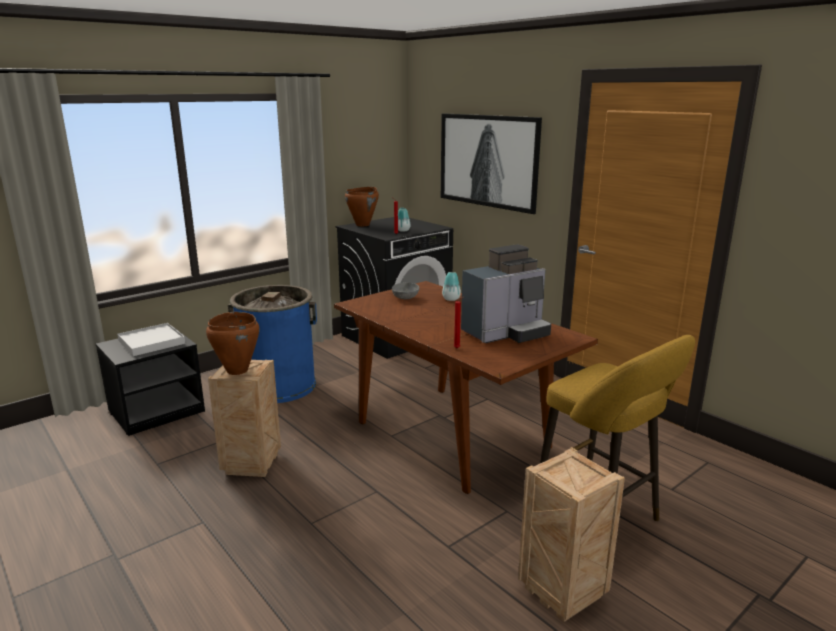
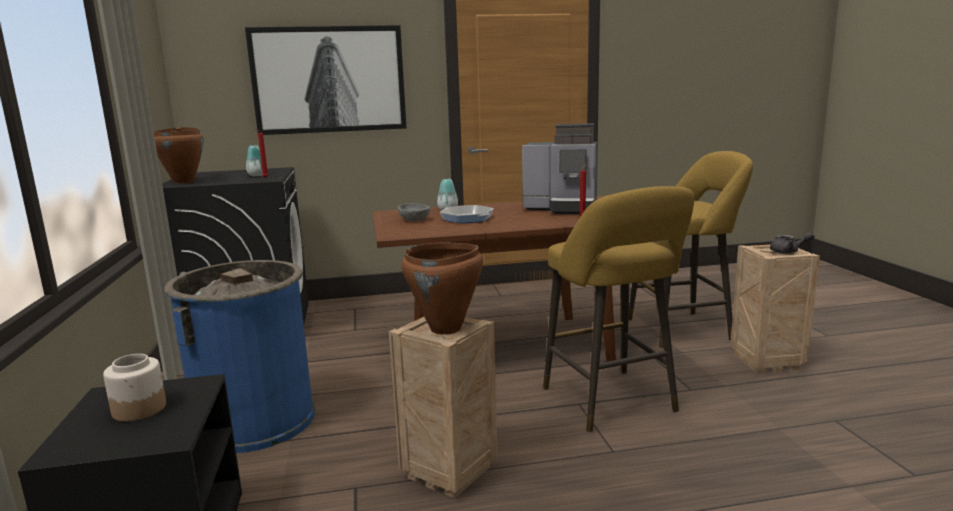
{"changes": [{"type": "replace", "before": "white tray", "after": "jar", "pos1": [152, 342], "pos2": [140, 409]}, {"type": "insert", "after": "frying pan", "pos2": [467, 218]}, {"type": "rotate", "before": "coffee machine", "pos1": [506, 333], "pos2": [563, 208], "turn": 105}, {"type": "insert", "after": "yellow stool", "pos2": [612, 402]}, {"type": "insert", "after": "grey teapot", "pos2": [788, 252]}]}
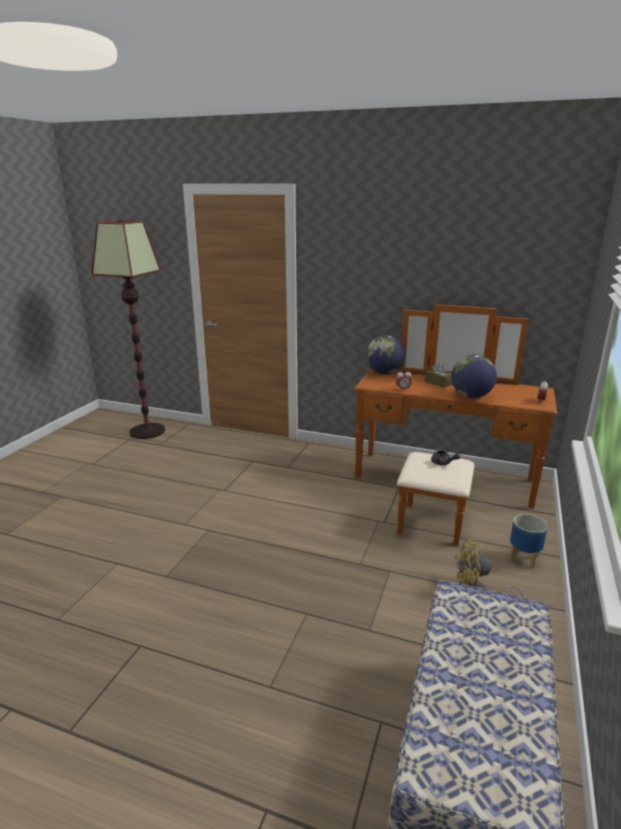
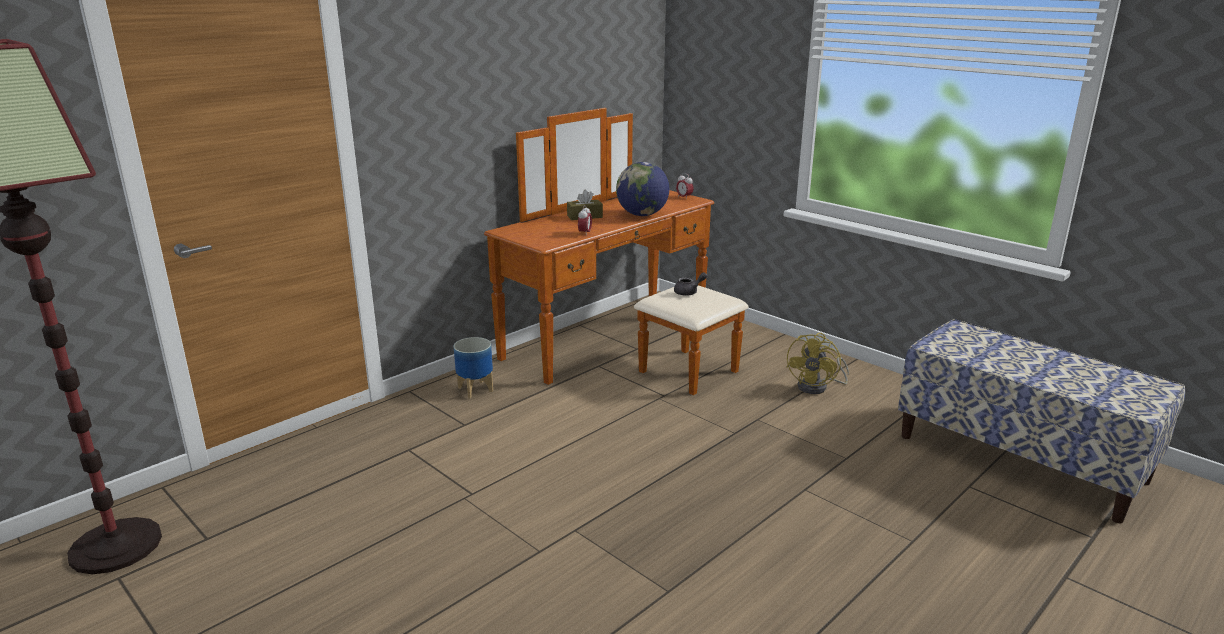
{"changes": [{"type": "move", "before": "planter", "pos1": [524, 558], "pos2": [476, 389]}, {"type": "delete", "before": "globe", "pos1": [384, 373]}]}
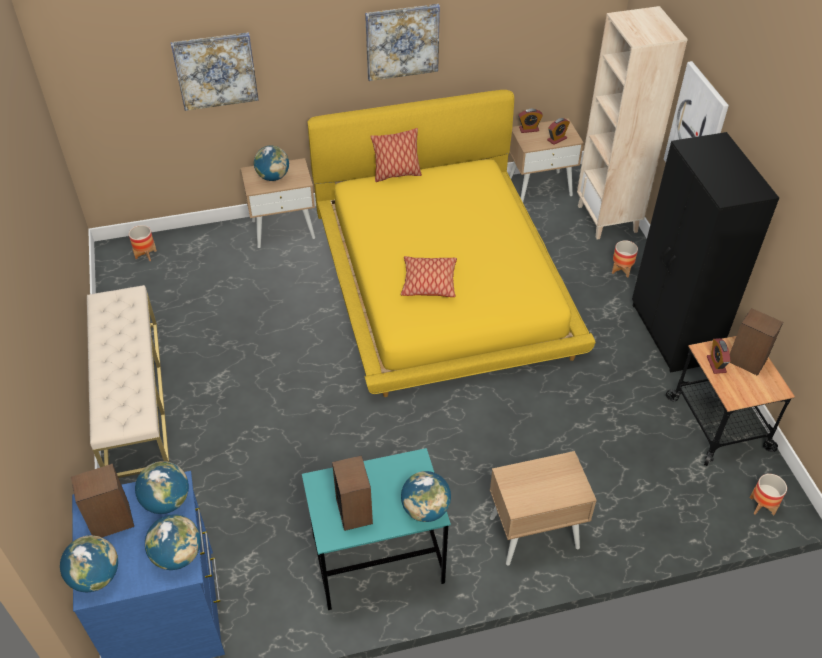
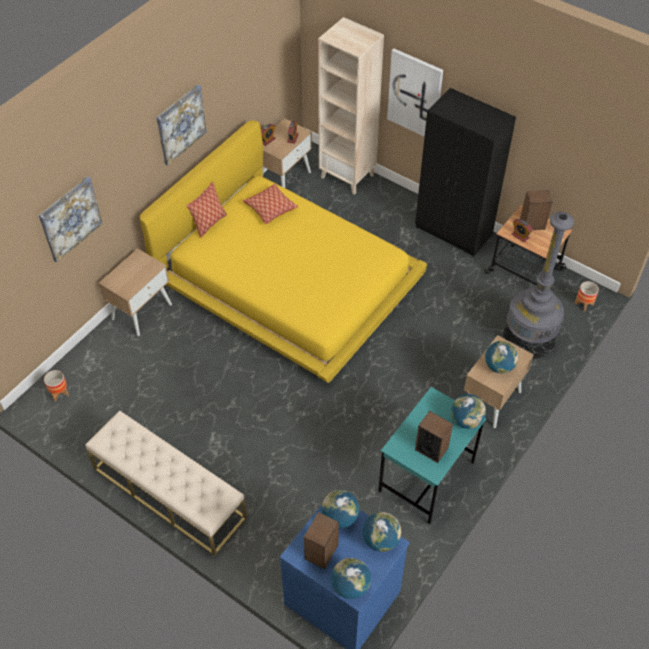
{"changes": [{"type": "move", "before": "pillow", "pos1": [429, 282], "pos2": [270, 208]}, {"type": "move", "before": "globe", "pos1": [273, 177], "pos2": [499, 366]}, {"type": "insert", "after": "grey floor lamp", "pos2": [529, 338]}, {"type": "delete", "before": "planter", "pos1": [621, 270]}]}
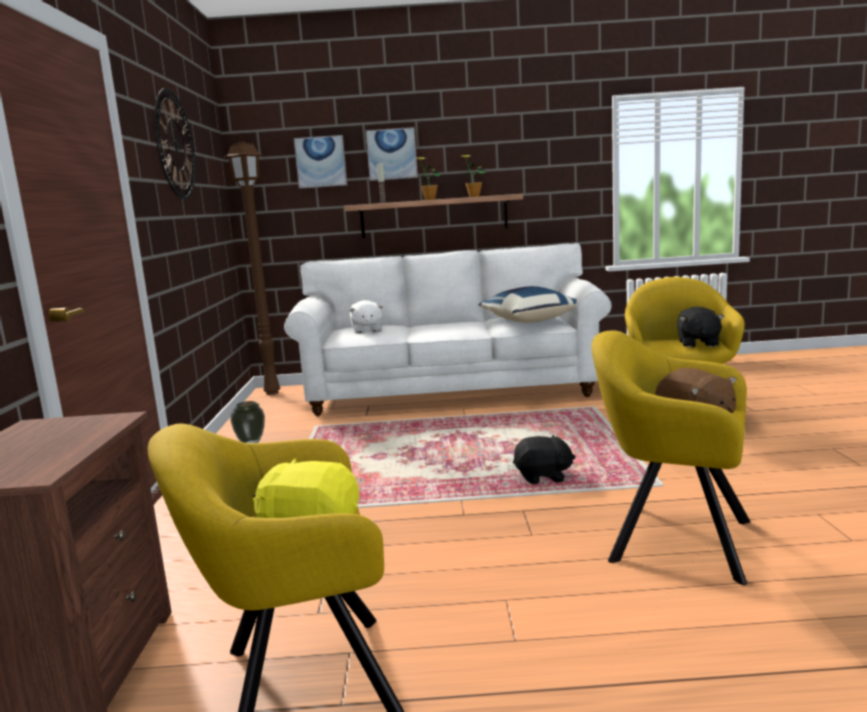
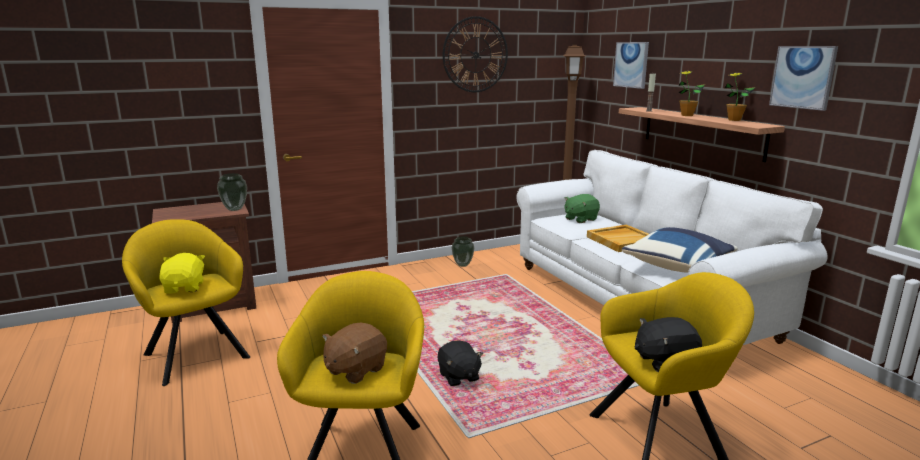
{"changes": [{"type": "insert", "after": "vase", "pos2": [235, 209]}, {"type": "recolor", "before": "white plush toy", "after": "green plush toy", "pos1": [366, 330], "pos2": [580, 219]}, {"type": "insert", "after": "beige tray", "pos2": [622, 240]}, {"type": "move", "before": "picture", "pos1": [392, 154], "pos2": [803, 77]}]}
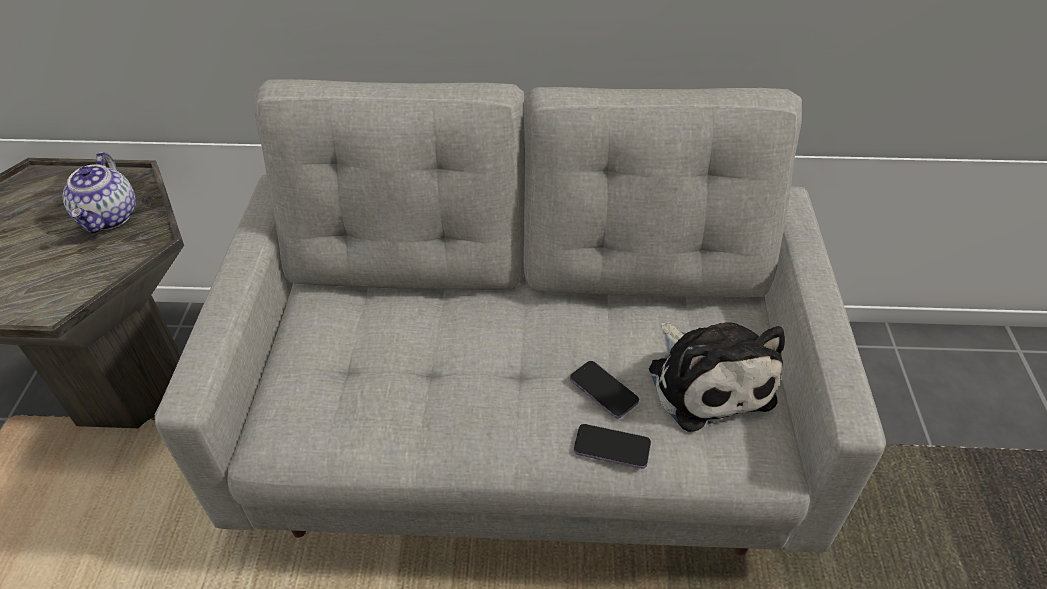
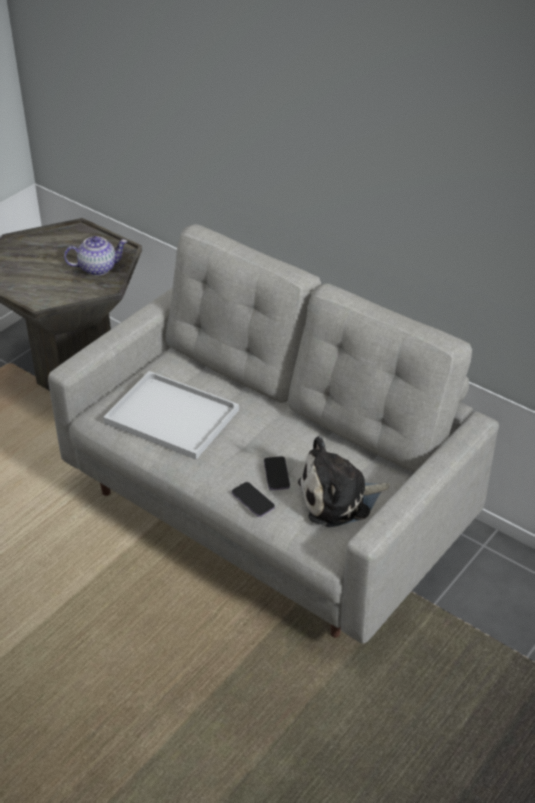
{"changes": [{"type": "rotate", "before": "teapot", "pos1": [110, 217], "pos2": [98, 268], "turn": -135}, {"type": "insert", "after": "white tray", "pos2": [174, 416]}, {"type": "rotate", "before": "plush toy", "pos1": [708, 380], "pos2": [339, 498], "turn": 60}]}
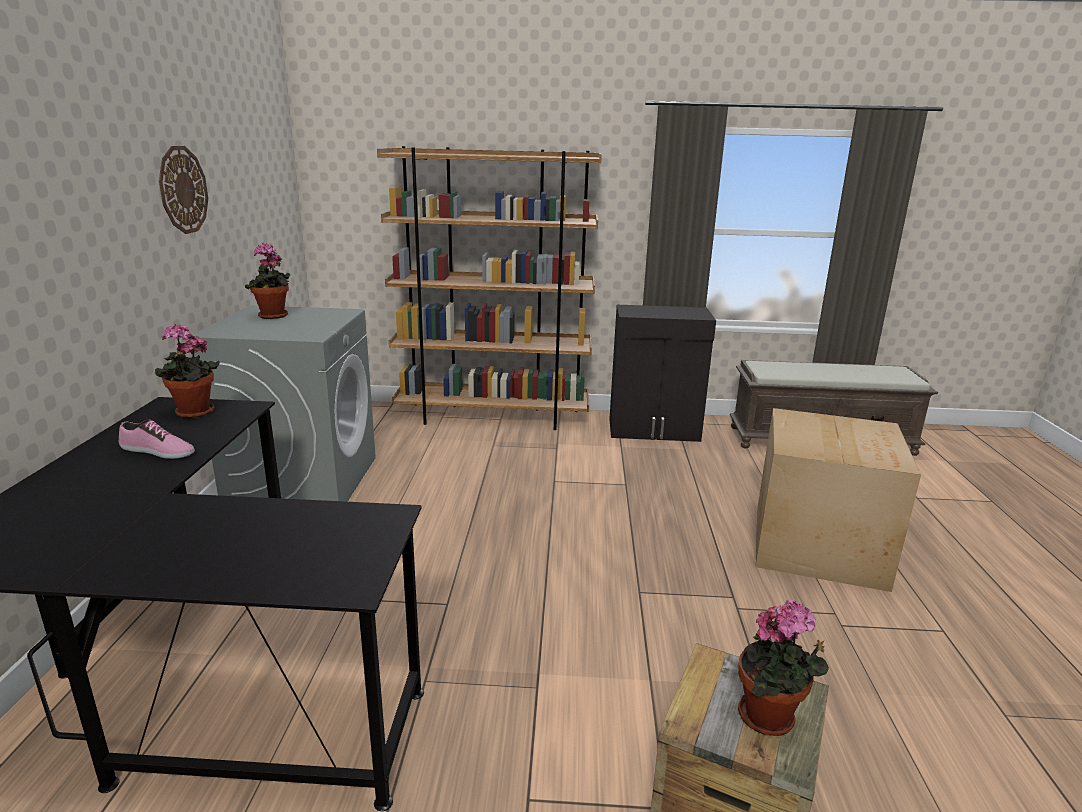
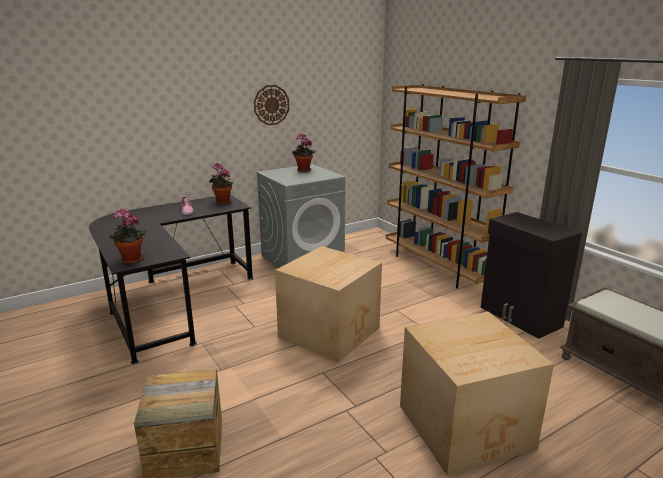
{"changes": [{"type": "move", "before": "potted plant", "pos1": [770, 720], "pos2": [131, 261]}, {"type": "insert", "after": "cardboard box", "pos2": [331, 332]}]}
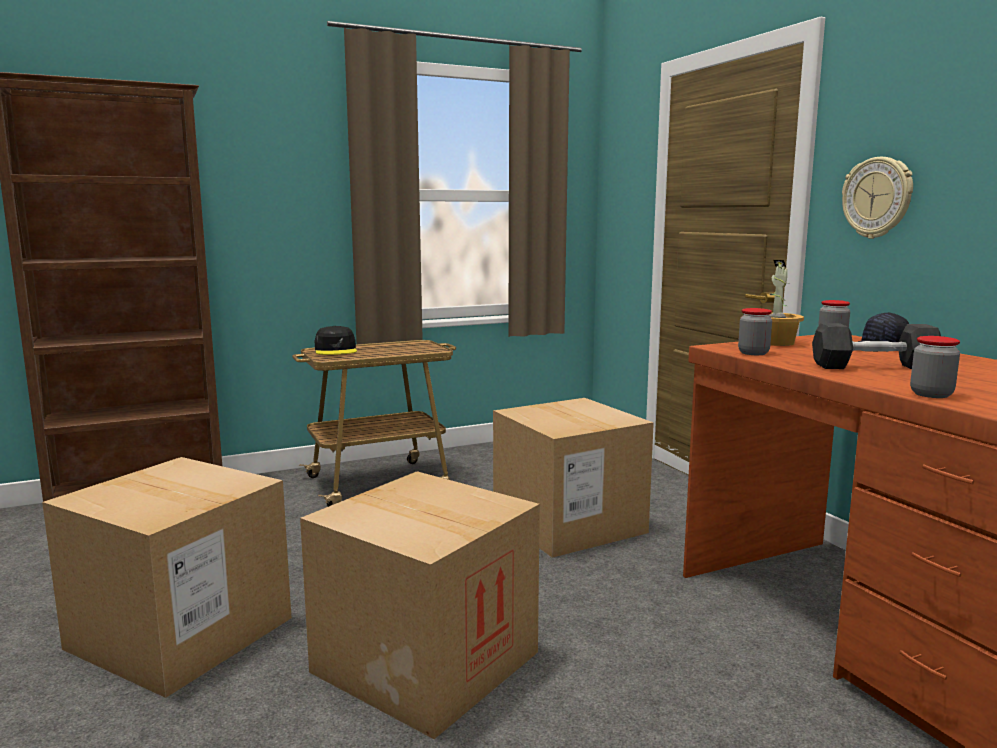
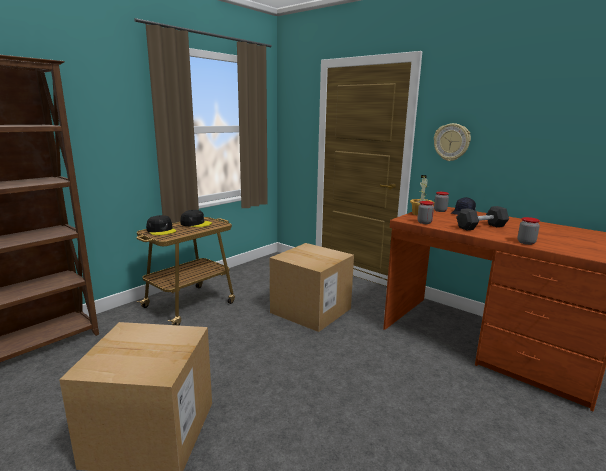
{"changes": [{"type": "insert", "after": "black cap", "pos2": [196, 223]}, {"type": "delete", "before": "cardboard box", "pos1": [426, 662]}]}
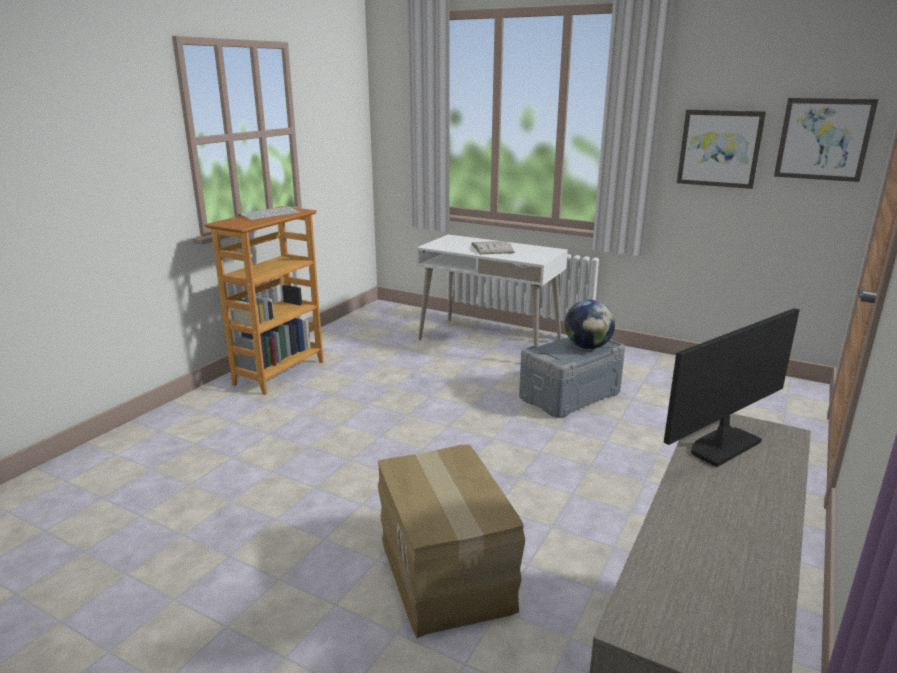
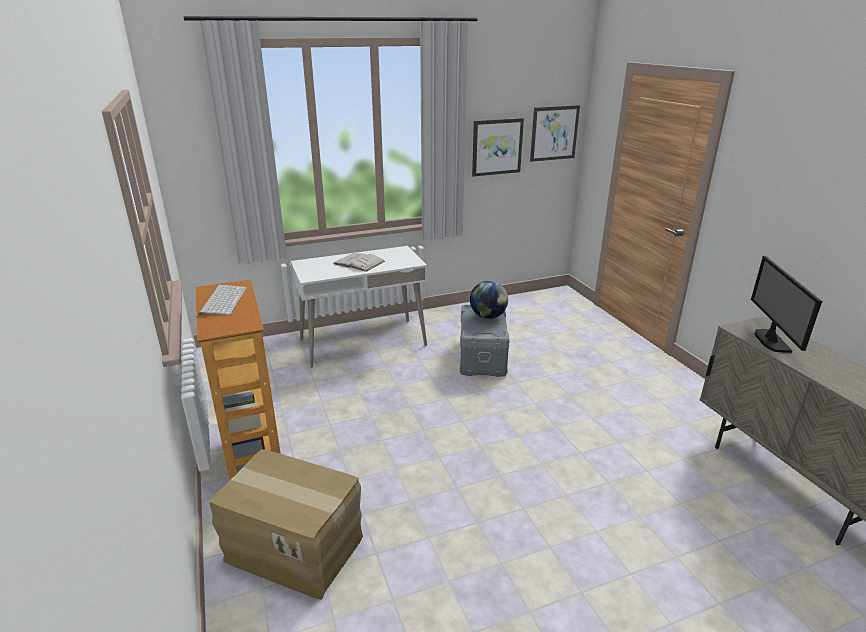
{"changes": [{"type": "move", "before": "cardboard box", "pos1": [447, 572], "pos2": [295, 547]}]}
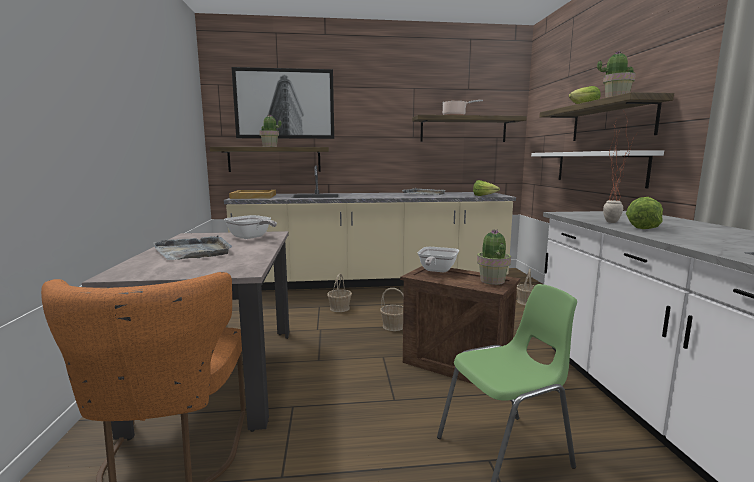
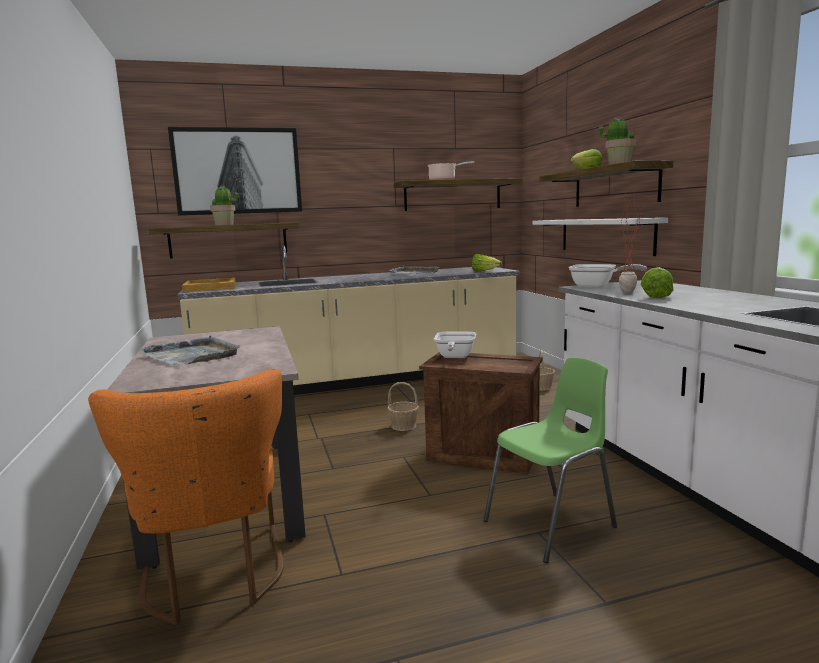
{"changes": [{"type": "move", "before": "frying pan", "pos1": [251, 237], "pos2": [597, 287]}, {"type": "delete", "before": "basket", "pos1": [340, 308]}, {"type": "delete", "before": "potted plant", "pos1": [492, 281]}]}
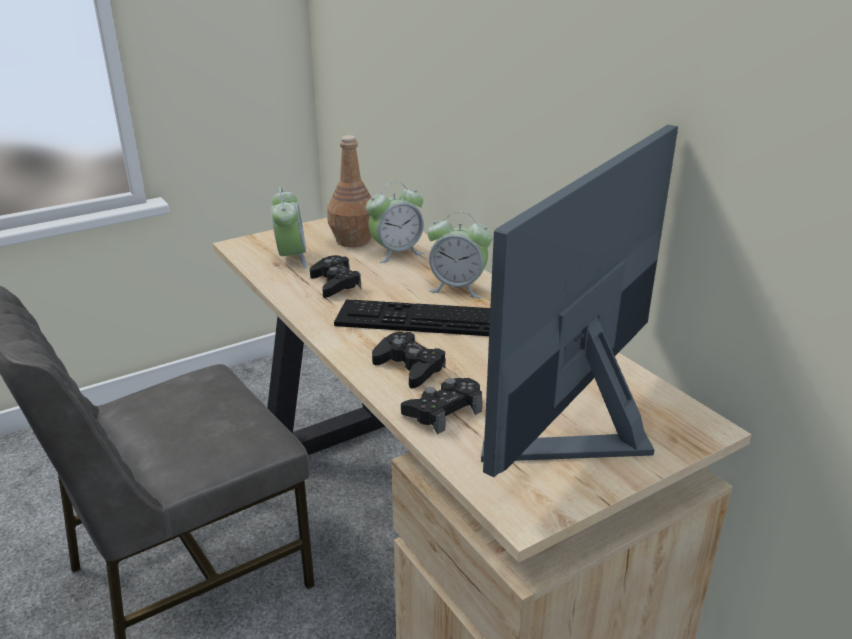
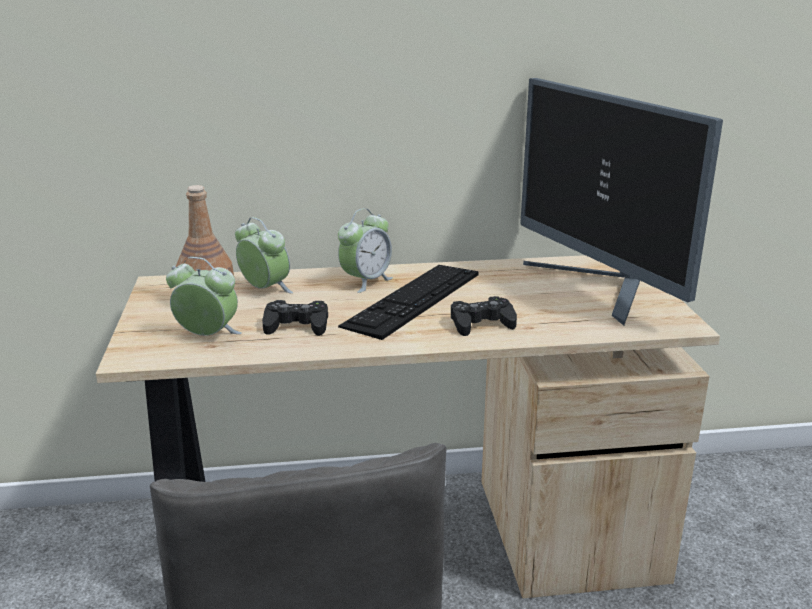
{"changes": [{"type": "rotate", "before": "alarm clock", "pos1": [396, 253], "pos2": [265, 290], "turn": -45}, {"type": "delete", "before": "black game controller", "pos1": [443, 411]}]}
